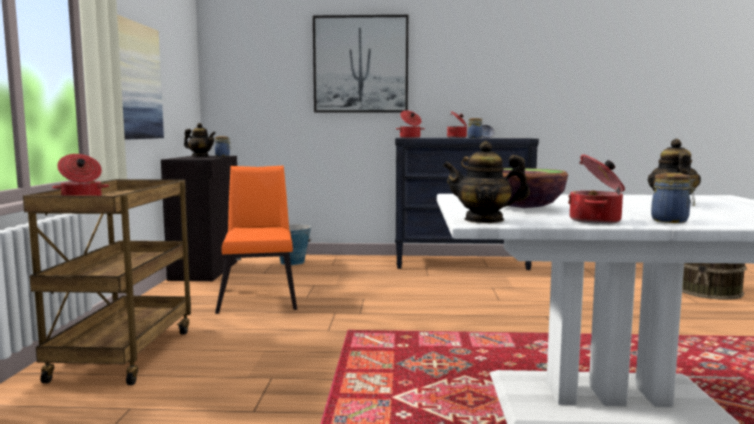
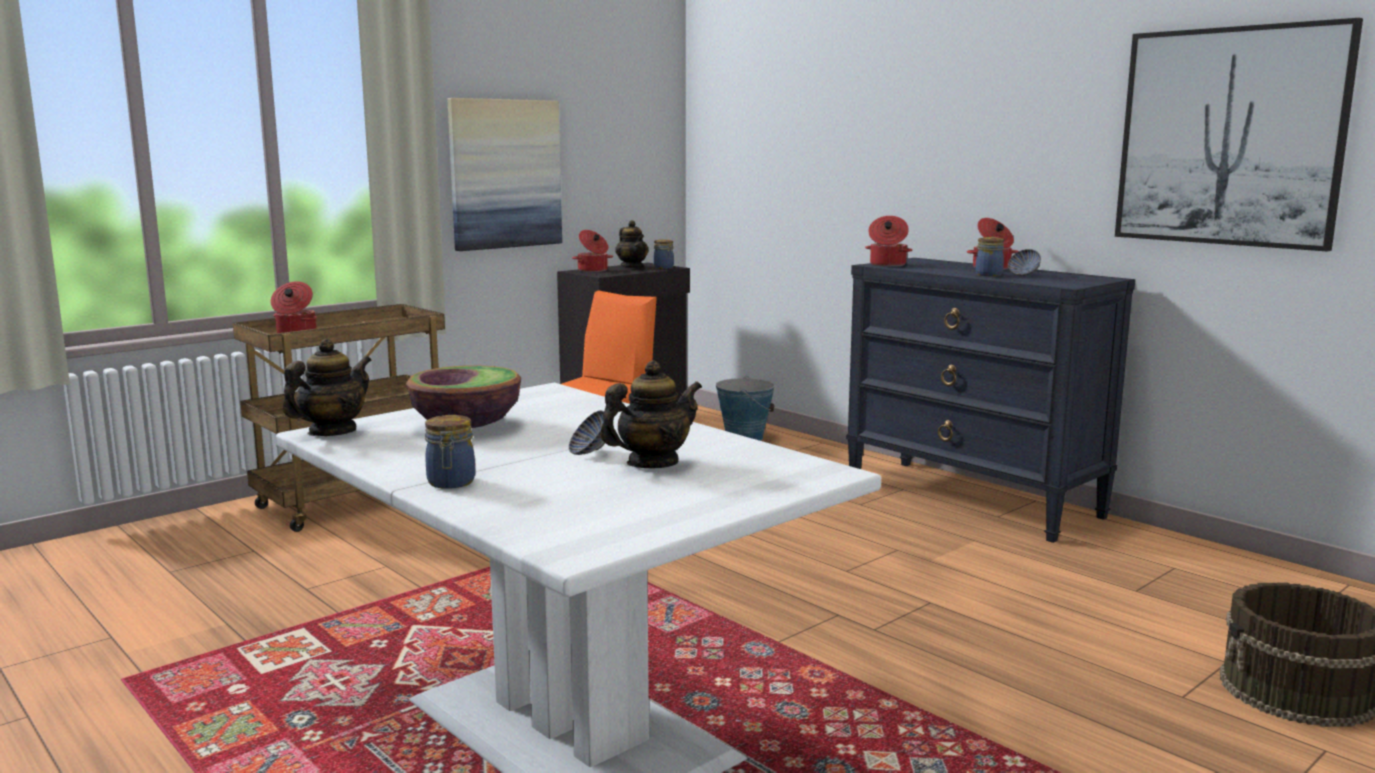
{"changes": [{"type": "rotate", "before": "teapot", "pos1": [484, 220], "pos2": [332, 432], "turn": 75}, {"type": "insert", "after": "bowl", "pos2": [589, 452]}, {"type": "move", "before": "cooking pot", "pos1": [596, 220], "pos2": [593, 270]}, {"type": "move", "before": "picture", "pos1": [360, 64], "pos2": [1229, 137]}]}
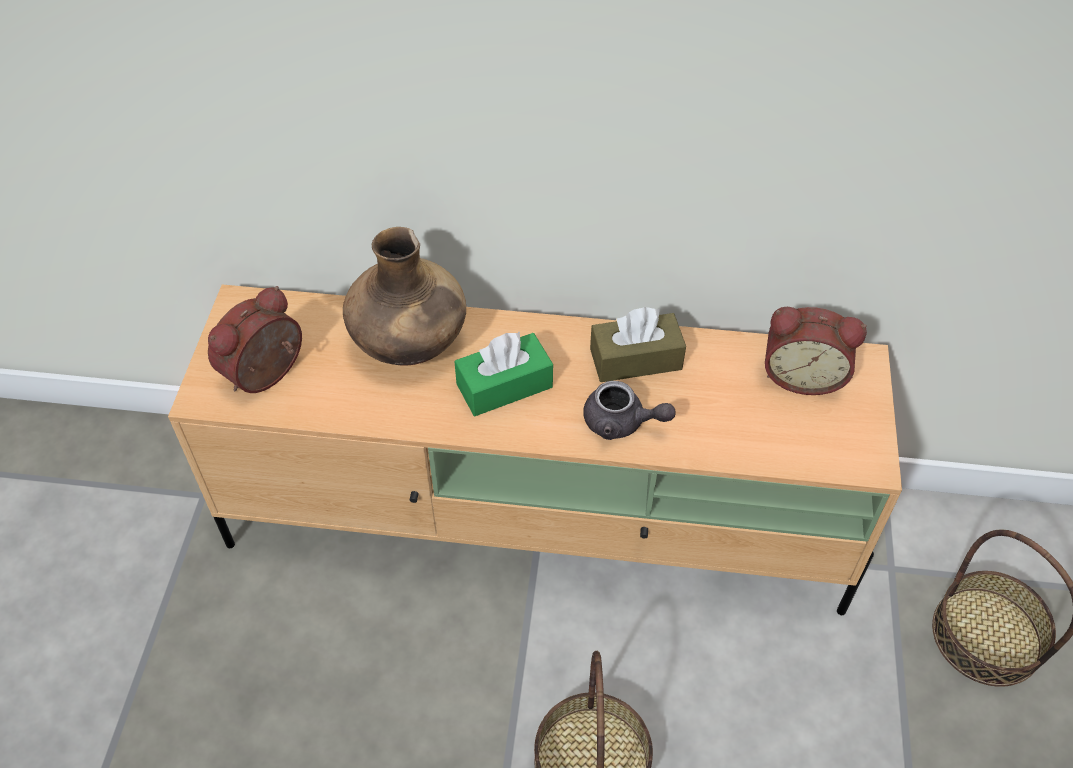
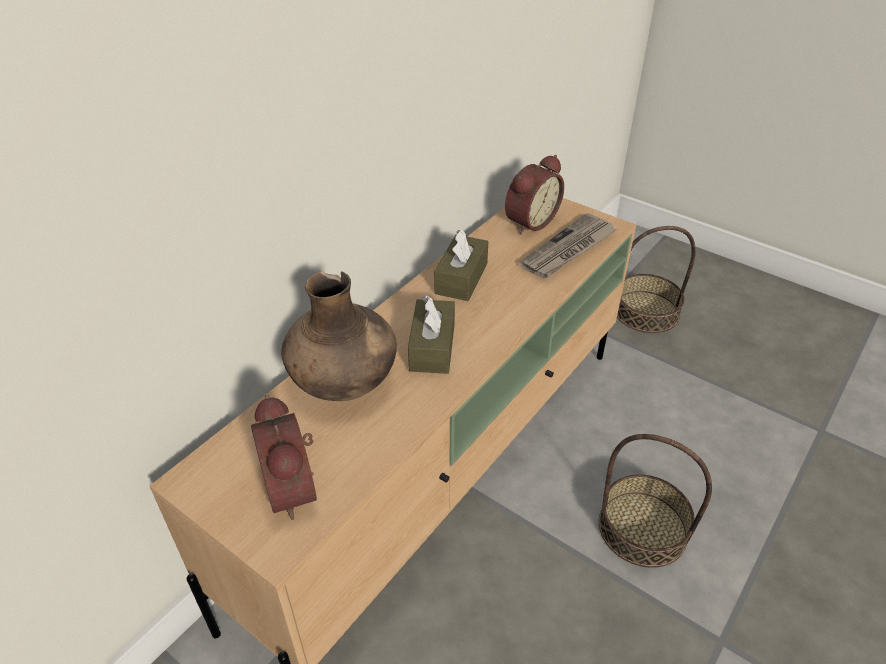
{"changes": [{"type": "recolor", "before": "green tissue box", "after": "brown tissue box", "pos1": [504, 386], "pos2": [432, 347]}, {"type": "insert", "after": "newspaper", "pos2": [568, 249]}, {"type": "delete", "before": "grey teapot", "pos1": [621, 423]}]}
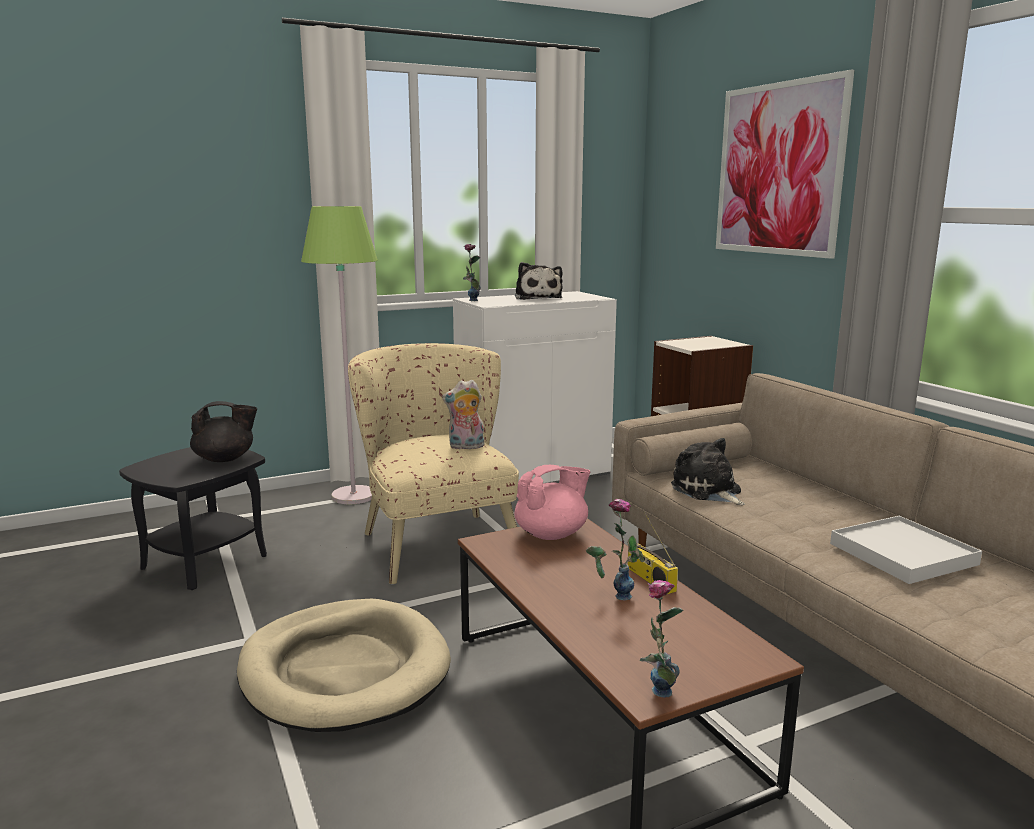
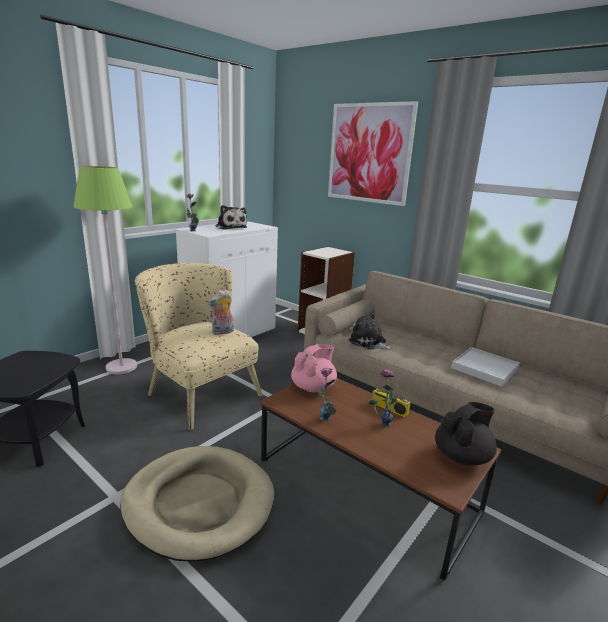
{"changes": [{"type": "move", "before": "vase", "pos1": [656, 699], "pos2": [324, 422]}, {"type": "move", "before": "black teapot", "pos1": [225, 459], "pos2": [462, 456]}]}
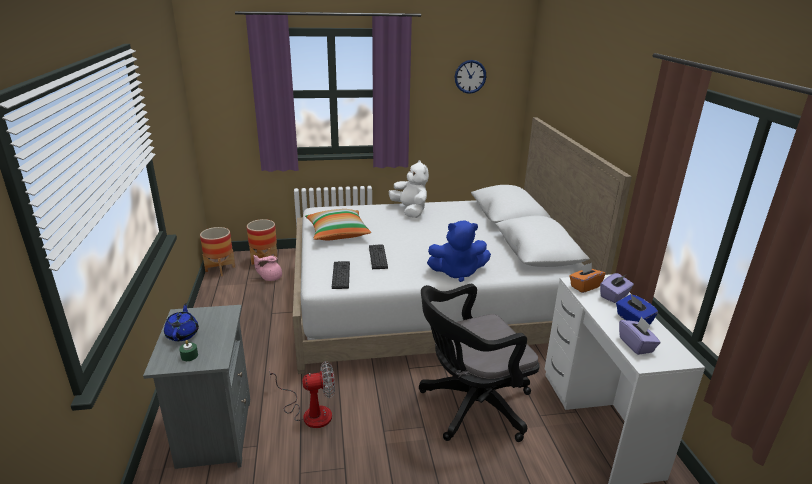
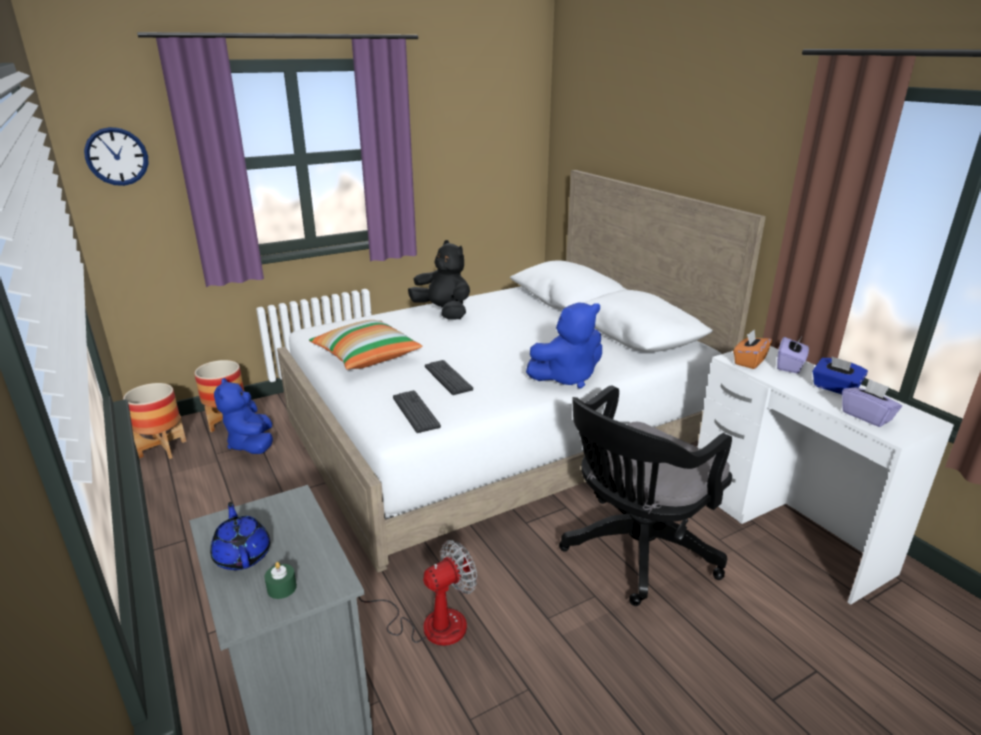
{"changes": [{"type": "move", "before": "wall clock", "pos1": [470, 76], "pos2": [117, 156]}, {"type": "replace", "before": "pink teapot", "after": "blue plush toy", "pos1": [270, 277], "pos2": [252, 444]}, {"type": "recolor", "before": "white plush toy", "after": "black plush toy", "pos1": [410, 211], "pos2": [443, 312]}]}
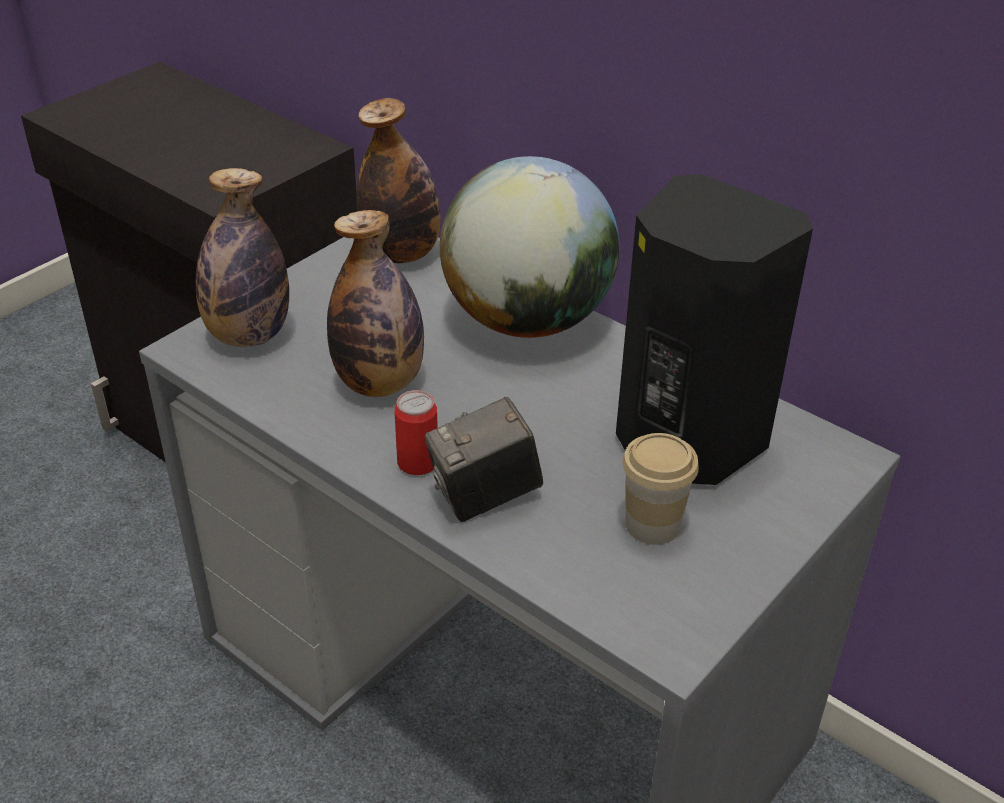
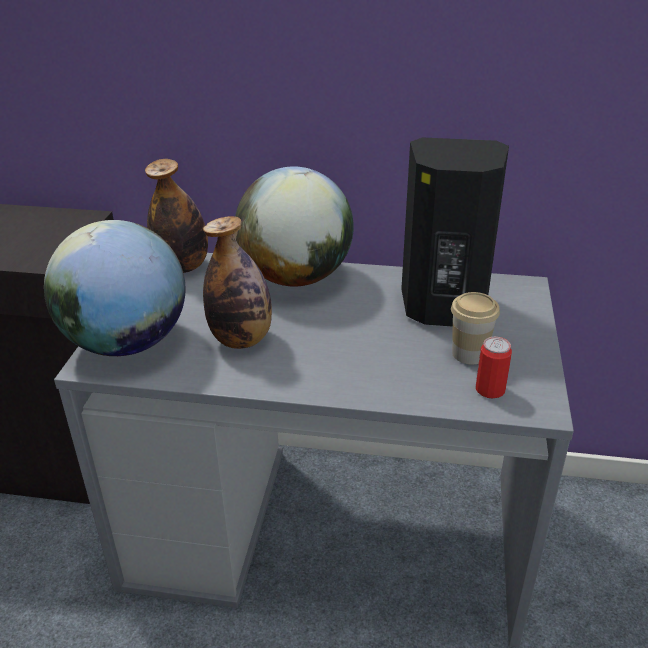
{"changes": [{"type": "replace", "before": "bottle", "after": "globe", "pos1": [248, 335], "pos2": [126, 343]}, {"type": "move", "before": "can", "pos1": [418, 462], "pos2": [490, 390]}, {"type": "delete", "before": "photo camera", "pos1": [484, 497]}]}
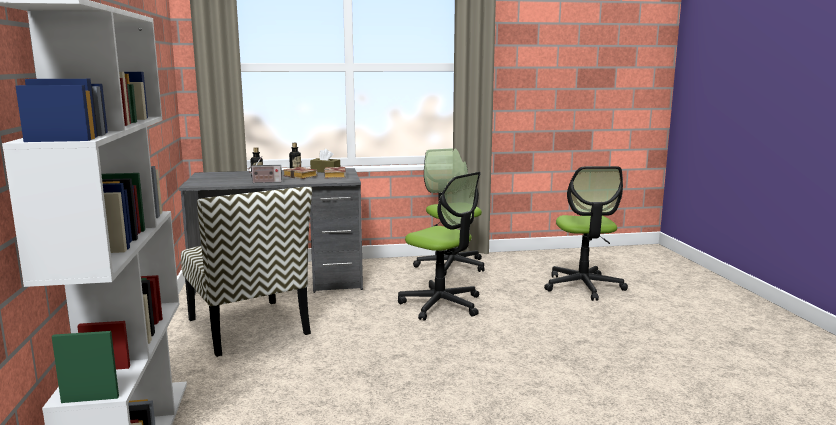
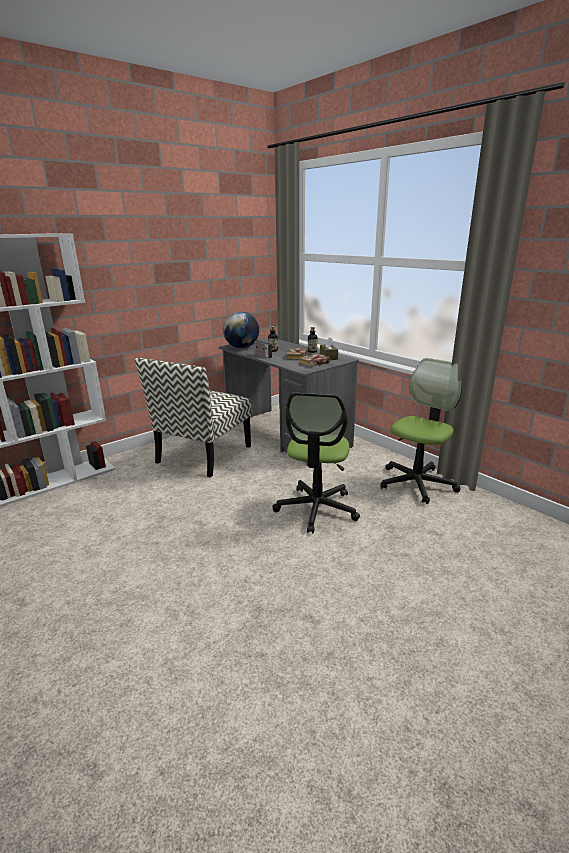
{"changes": [{"type": "insert", "after": "globe", "pos2": [242, 347]}, {"type": "delete", "before": "office chair", "pos1": [583, 286]}]}
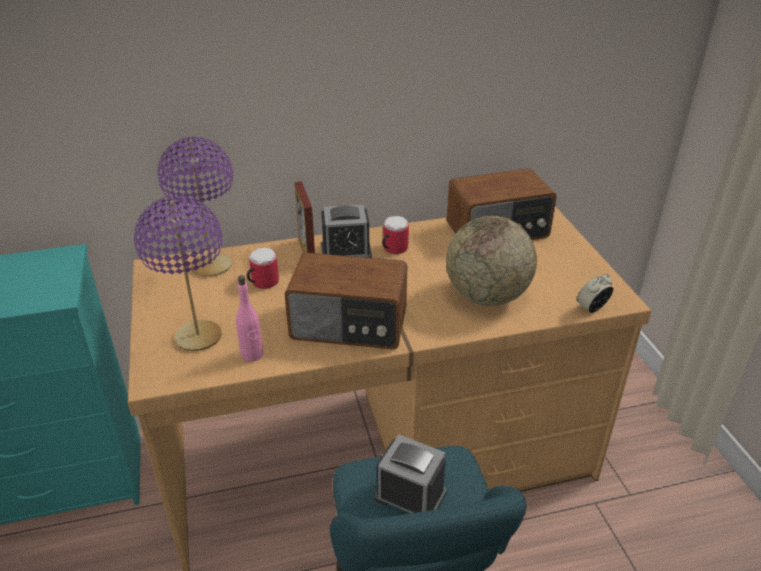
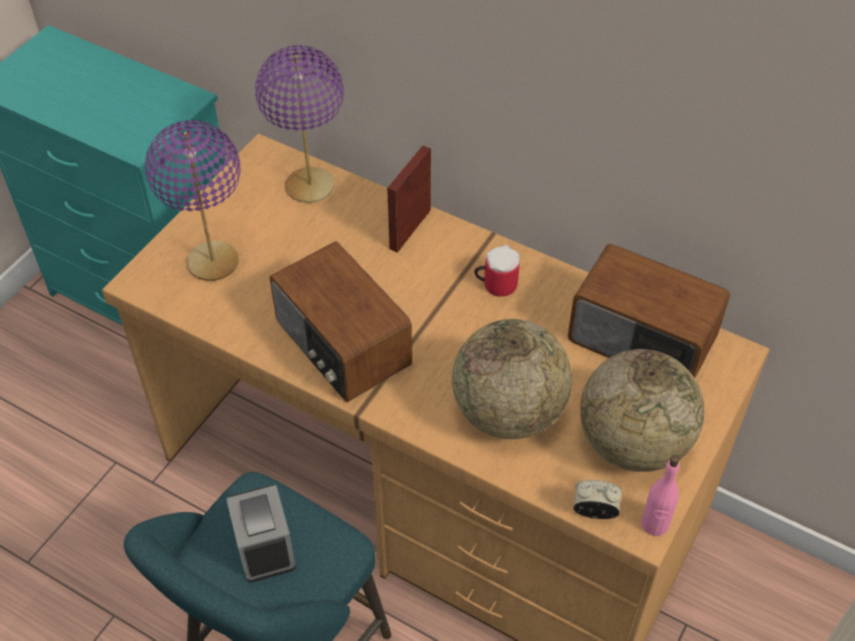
{"changes": [{"type": "insert", "after": "globe", "pos2": [633, 443]}, {"type": "move", "before": "pink bottle", "pos1": [252, 354], "pos2": [655, 524]}, {"type": "delete", "before": "mug", "pos1": [261, 283]}, {"type": "delete", "before": "alarm clock", "pos1": [346, 252]}]}
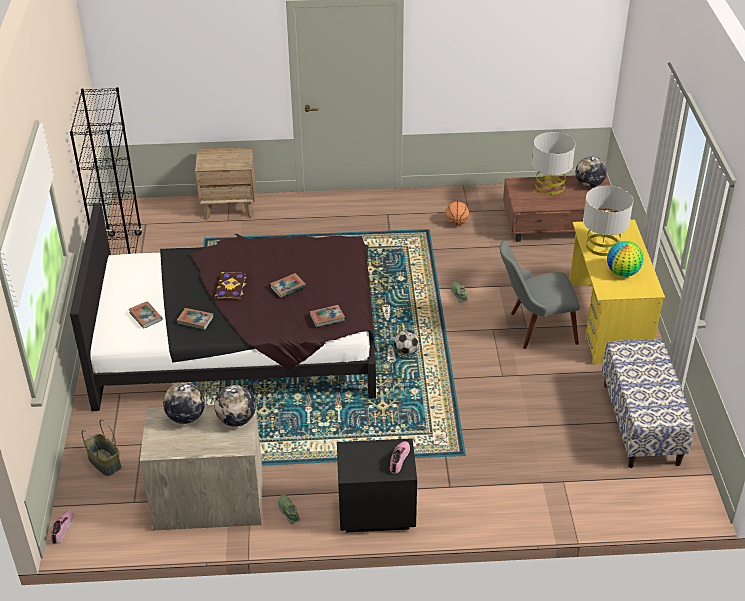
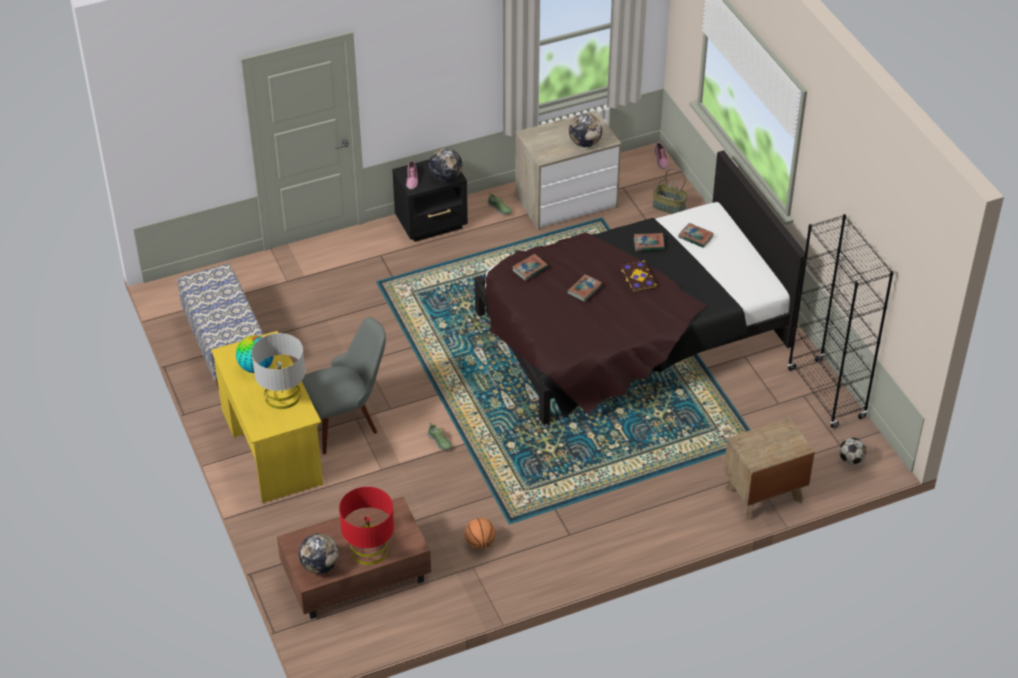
{"changes": [{"type": "recolor", "before": "grey table lamp", "after": "red table lamp", "pos1": [550, 186], "pos2": [369, 550]}, {"type": "move", "before": "globe", "pos1": [237, 420], "pos2": [445, 177]}, {"type": "move", "before": "football", "pos1": [406, 352], "pos2": [851, 460]}]}
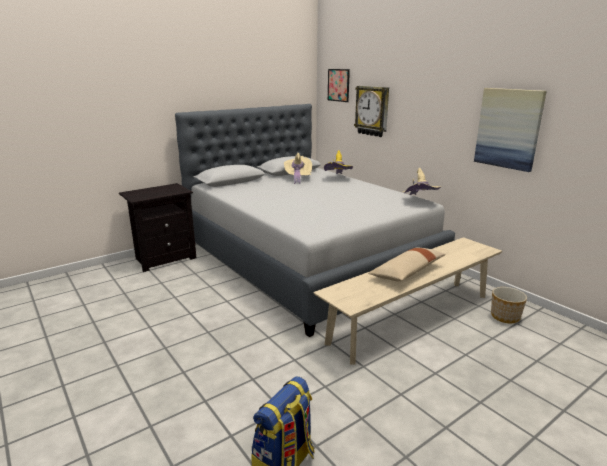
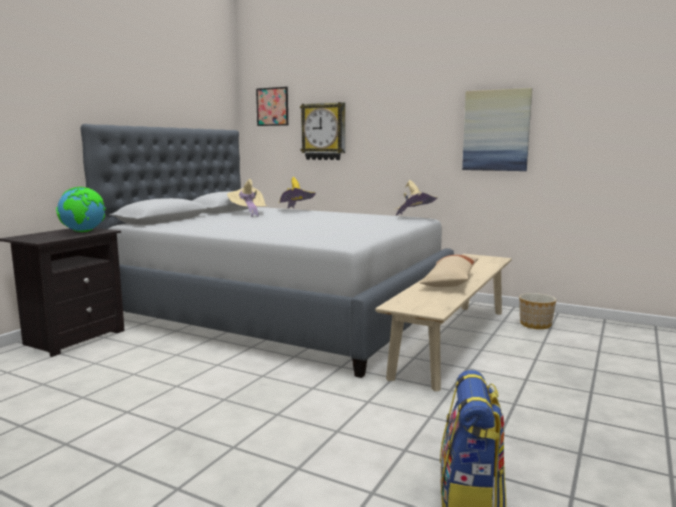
{"changes": [{"type": "insert", "after": "globe", "pos2": [83, 232]}]}
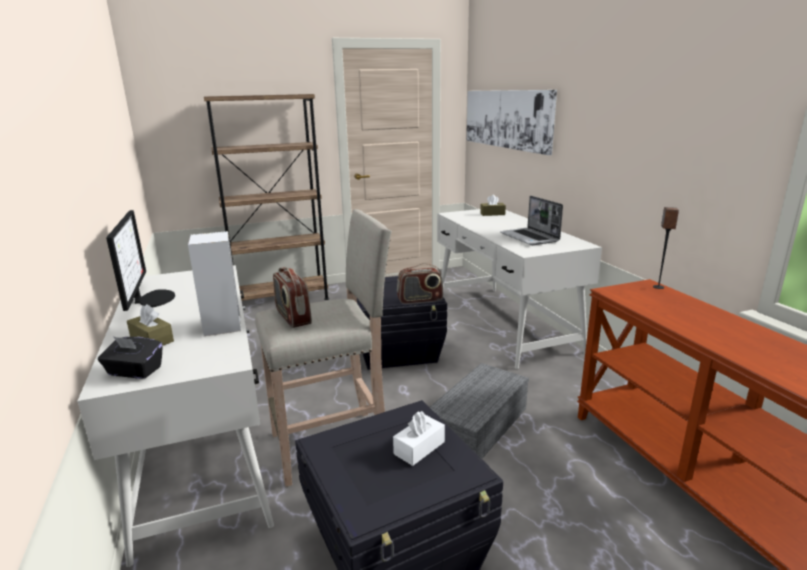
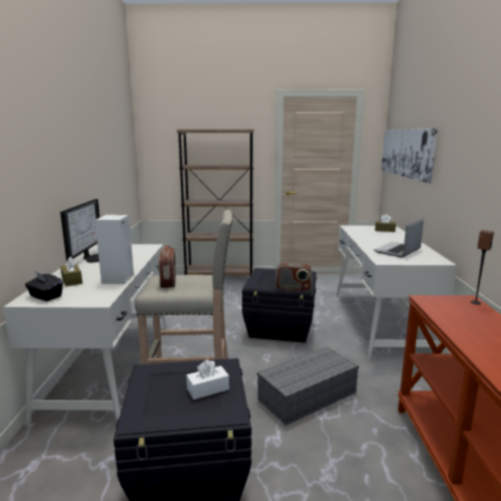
{"changes": [{"type": "rotate", "before": "laptop", "pos1": [530, 238], "pos2": [397, 251], "turn": 45}]}
